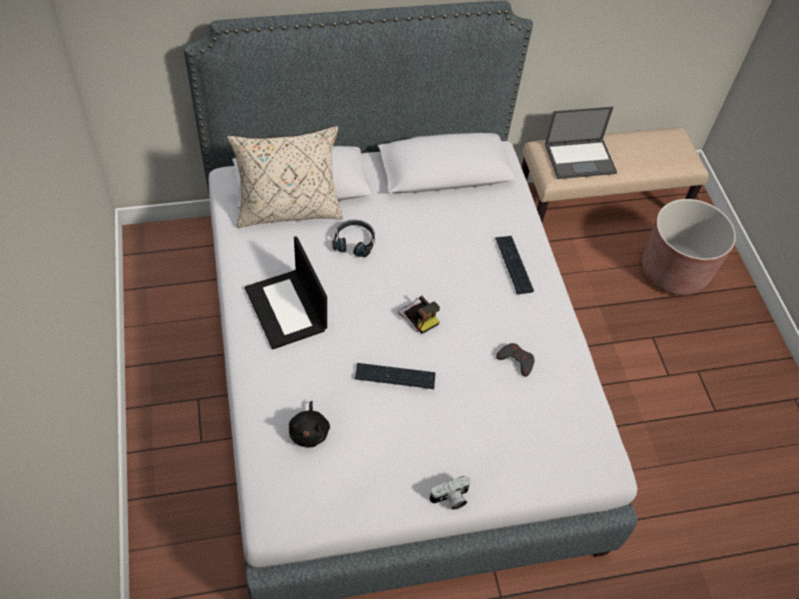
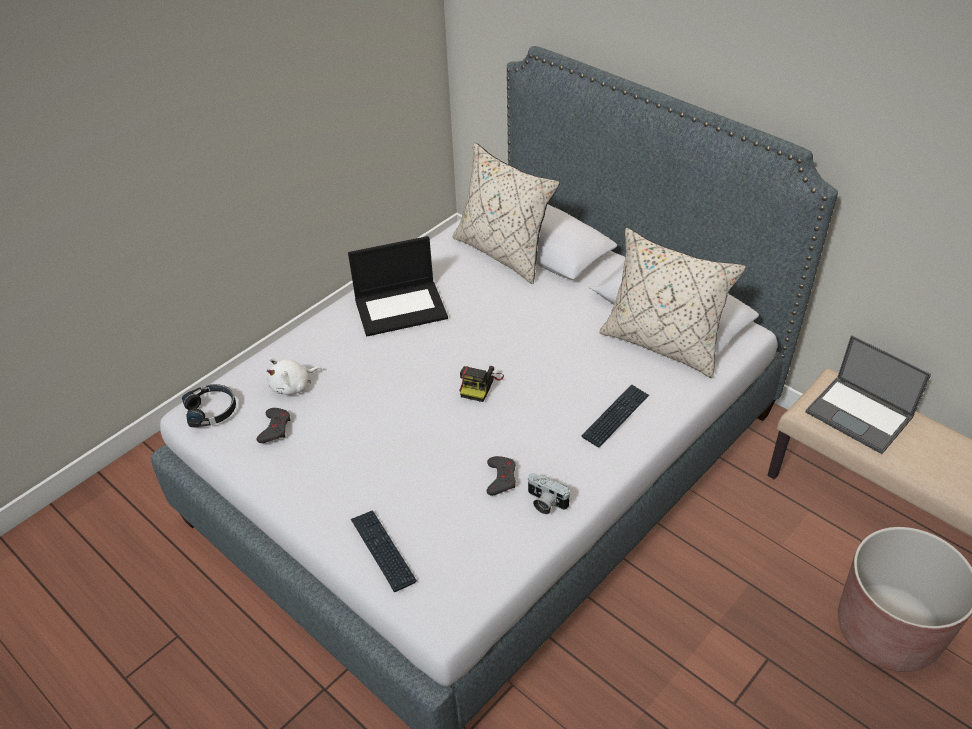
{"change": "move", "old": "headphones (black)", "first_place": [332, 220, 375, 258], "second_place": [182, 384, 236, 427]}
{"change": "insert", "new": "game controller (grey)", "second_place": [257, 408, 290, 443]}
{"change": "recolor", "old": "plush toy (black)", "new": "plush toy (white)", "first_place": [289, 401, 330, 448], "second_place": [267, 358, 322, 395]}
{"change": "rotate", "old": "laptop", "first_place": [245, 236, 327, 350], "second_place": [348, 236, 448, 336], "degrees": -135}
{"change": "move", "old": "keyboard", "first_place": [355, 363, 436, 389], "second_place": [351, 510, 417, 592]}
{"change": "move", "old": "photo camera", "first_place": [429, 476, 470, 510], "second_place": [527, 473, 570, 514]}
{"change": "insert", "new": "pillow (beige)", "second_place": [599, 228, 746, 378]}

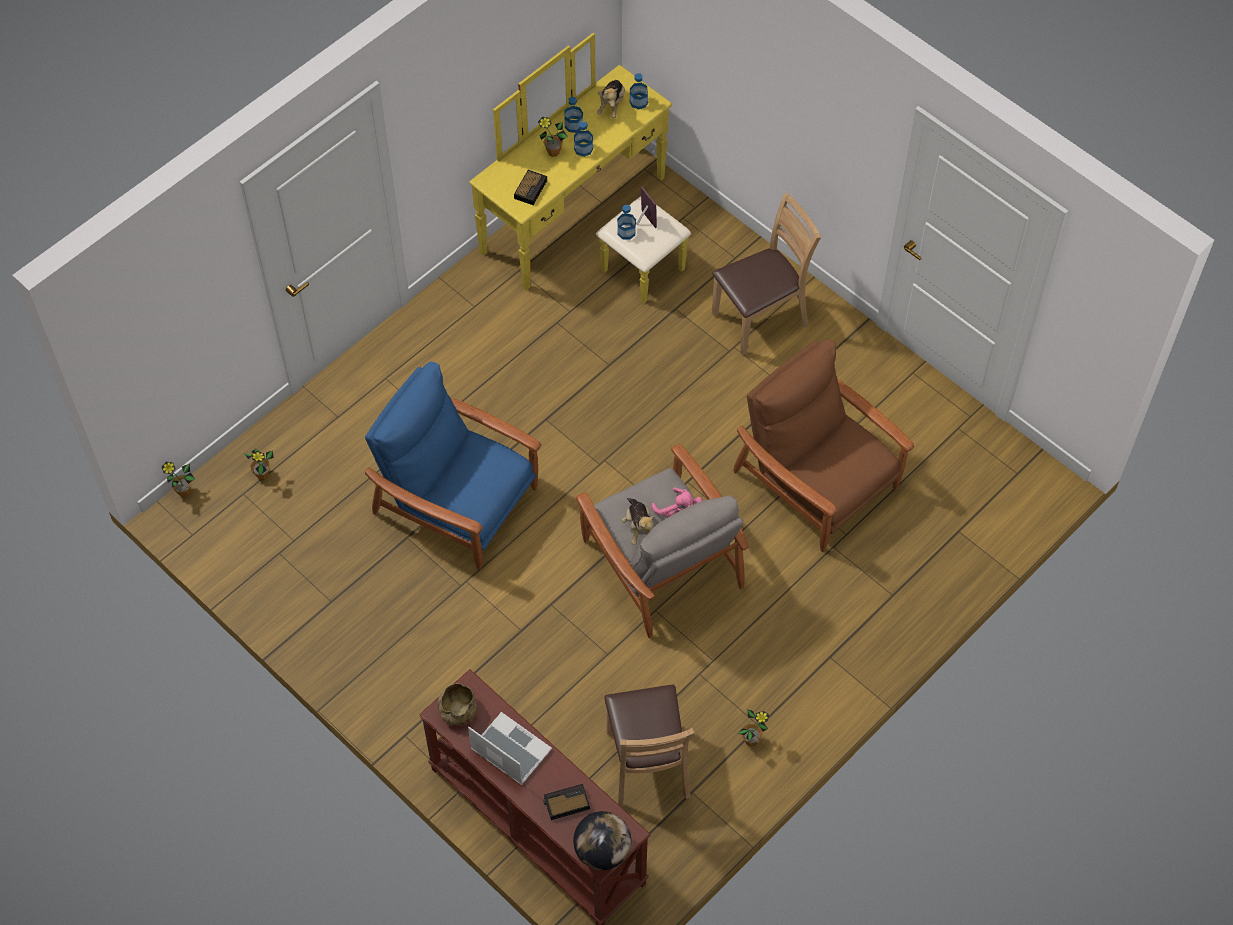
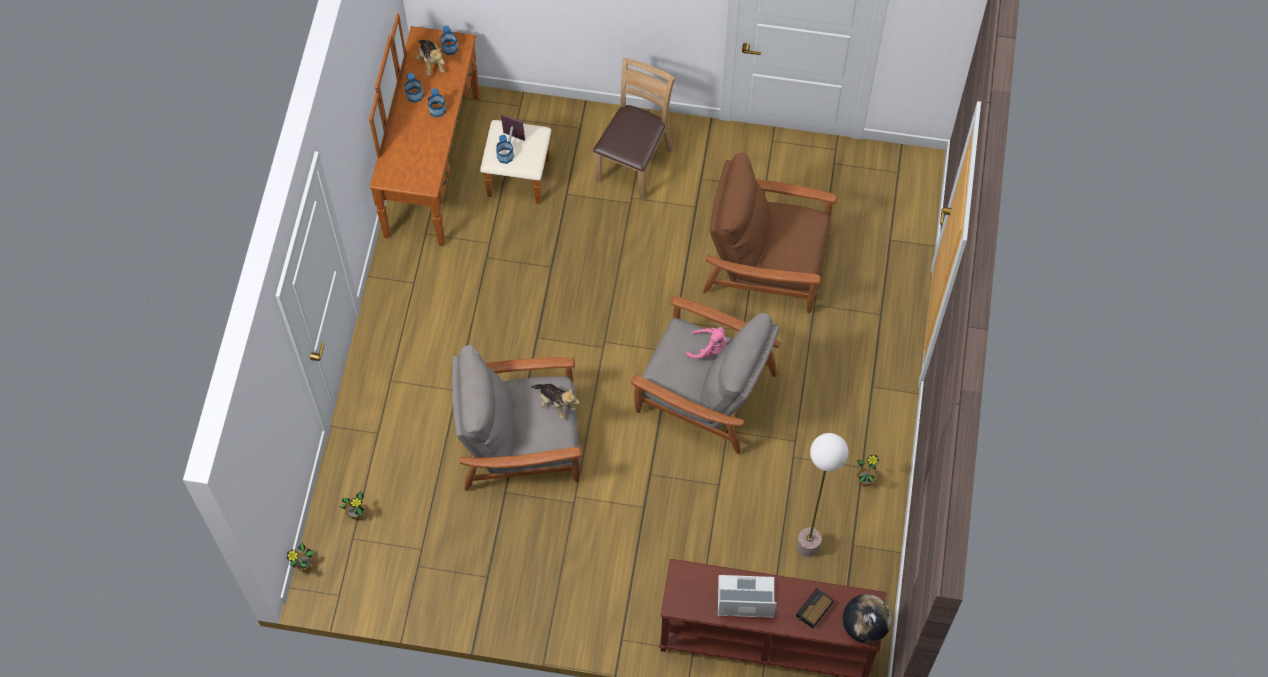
{"change": "recolor", "old": "dresser (yellow)", "new": "dresser (brown)", "first_place": [469, 33, 691, 304], "second_place": [369, 13, 551, 246]}
{"change": "recolor", "old": "armchair (blue)", "new": "armchair (grey)", "first_place": [365, 362, 541, 570], "second_place": [452, 345, 582, 491]}
{"change": "move", "old": "plush toy", "first_place": [621, 498, 654, 545], "second_place": [531, 384, 580, 419]}
{"change": "replace", "old": "chair (brown)", "new": "floor lamp", "first_place": [604, 685, 694, 808], "second_place": [797, 433, 848, 557]}
{"change": "delete", "old": "bowl (beige)", "first_place": [438, 683, 477, 726]}
{"change": "delete", "old": "alarm clock", "first_place": [514, 170, 547, 205]}
{"change": "delete", "old": "potted plant", "first_place": [538, 117, 568, 157]}

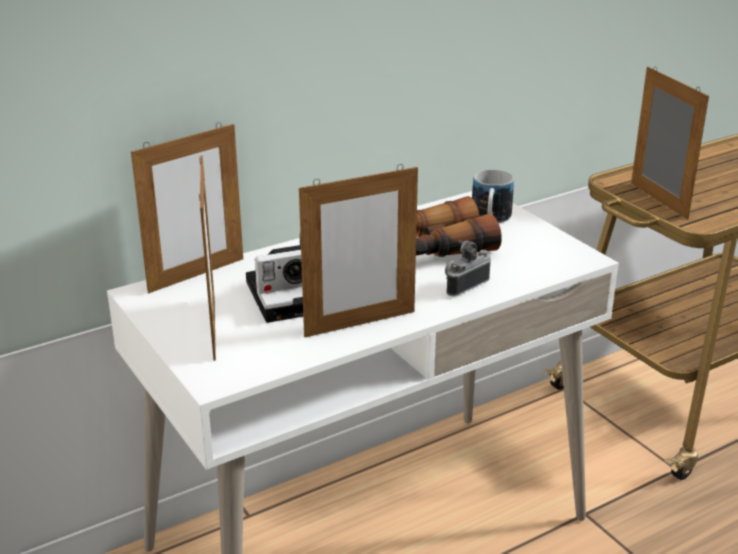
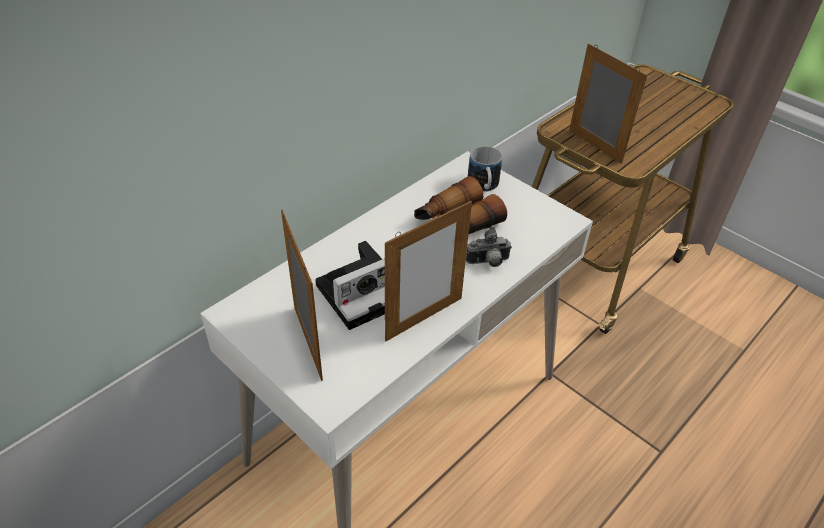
{"change": "rotate", "old": "photo camera", "first_place": [445, 240, 491, 296], "second_place": [466, 227, 512, 267], "degrees": -135}
{"change": "delete", "old": "picture frame", "first_place": [131, 122, 243, 293]}

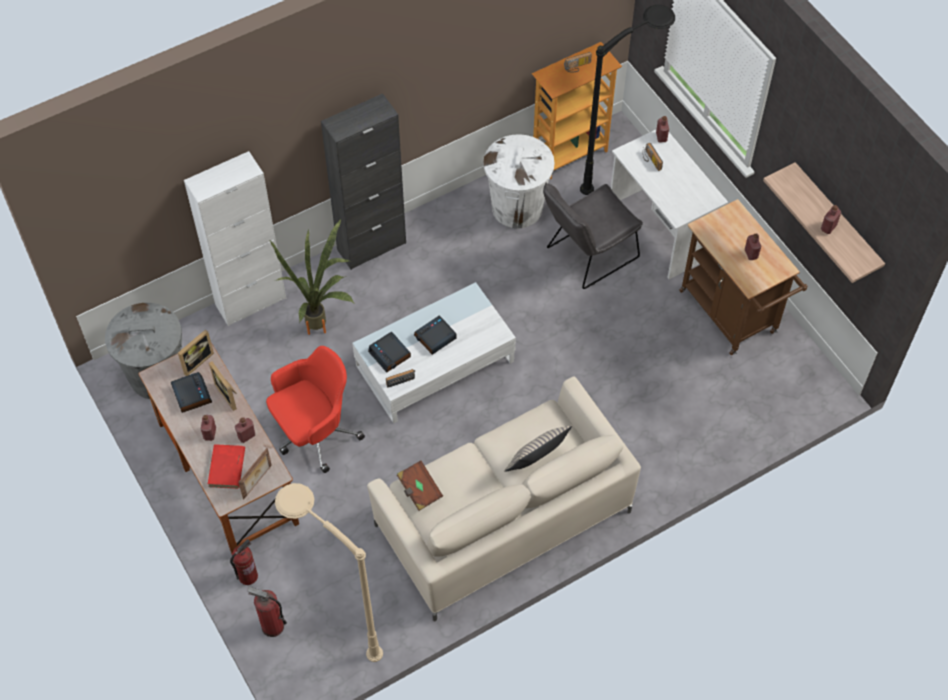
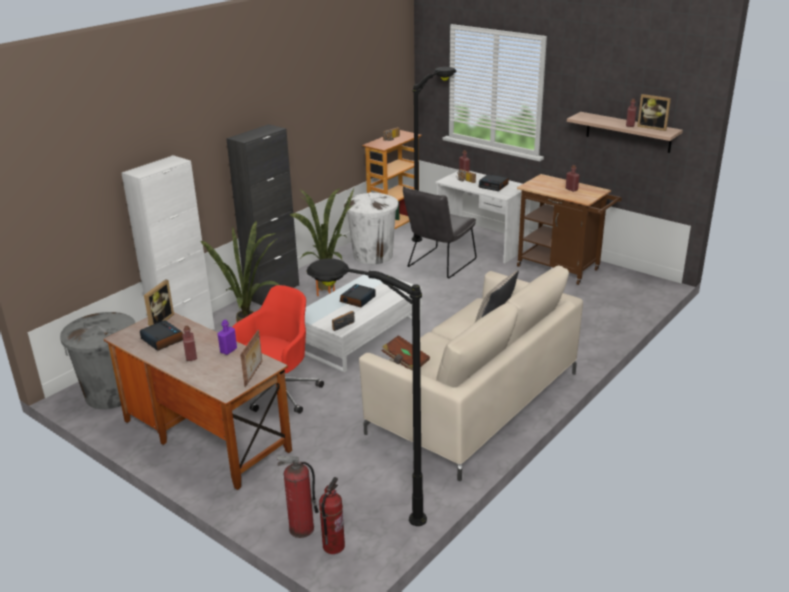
{"change": "recolor", "old": "bottle (red)", "new": "bottle (purple)", "first_place": [235, 417, 255, 443], "second_place": [217, 320, 237, 355]}
{"change": "insert", "new": "potted plant", "second_place": [289, 188, 354, 296]}
{"change": "recolor", "old": "floor lamp (beige)", "new": "floor lamp (black)", "first_place": [275, 483, 383, 662], "second_place": [306, 258, 427, 526]}
{"change": "move", "old": "fire extinguisher", "first_place": [230, 539, 258, 585], "second_place": [319, 477, 345, 554]}
{"change": "move", "old": "alarm clock", "first_place": [368, 332, 411, 373], "second_place": [479, 174, 509, 191]}
{"change": "move", "old": "picture frame", "first_place": [209, 361, 237, 411], "second_place": [637, 94, 671, 131]}
{"change": "delete", "old": "book (red)", "first_place": [208, 444, 245, 489]}

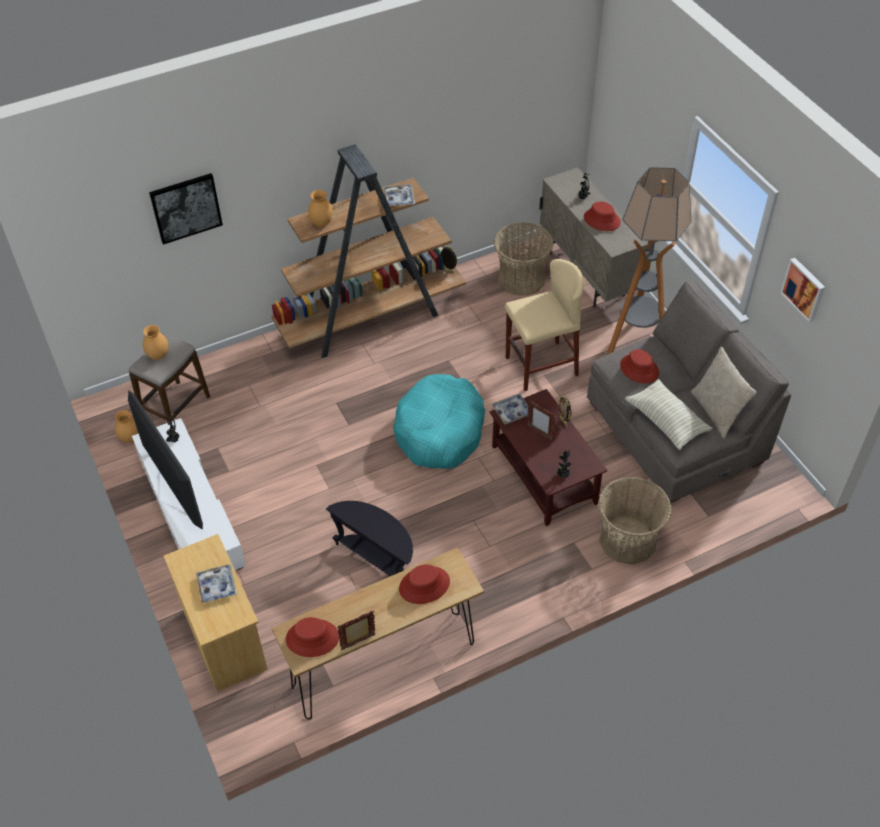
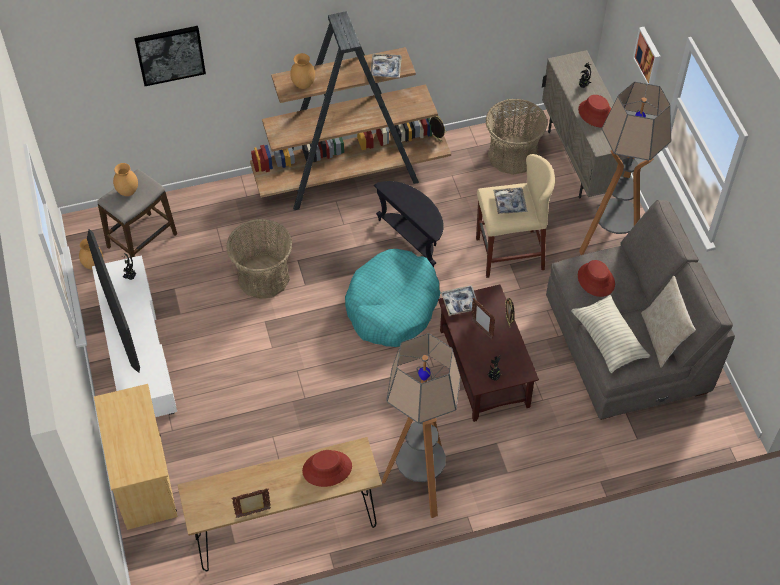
{"change": "move", "old": "basket", "first_place": [598, 477, 672, 564], "second_place": [226, 219, 292, 299]}
{"change": "move", "old": "side table (black)", "first_place": [326, 501, 413, 576], "second_place": [374, 181, 444, 267]}
{"change": "insert", "new": "floor lamp", "second_place": [382, 333, 461, 518]}
{"change": "move", "old": "tray", "first_place": [196, 564, 237, 603], "second_place": [493, 187, 527, 214]}
{"change": "move", "old": "picture", "first_place": [780, 258, 825, 323], "second_place": [633, 27, 660, 85]}
{"change": "delete", "old": "hat (red)", "first_place": [286, 617, 339, 657]}

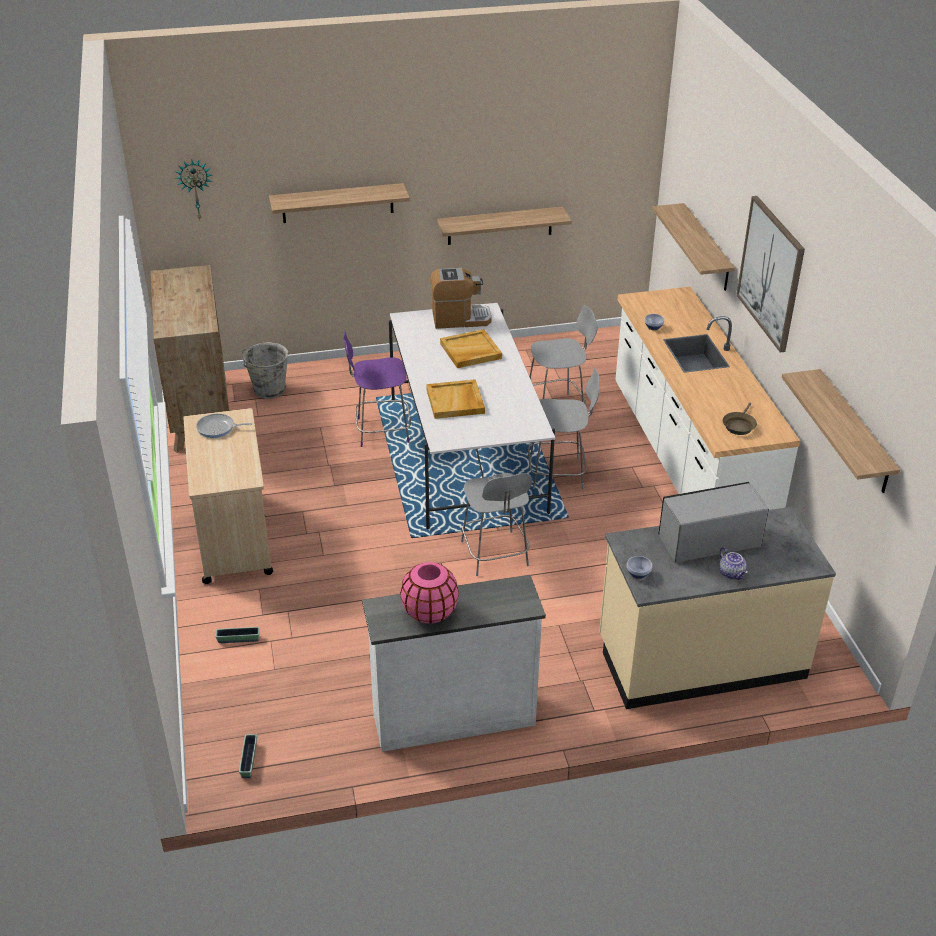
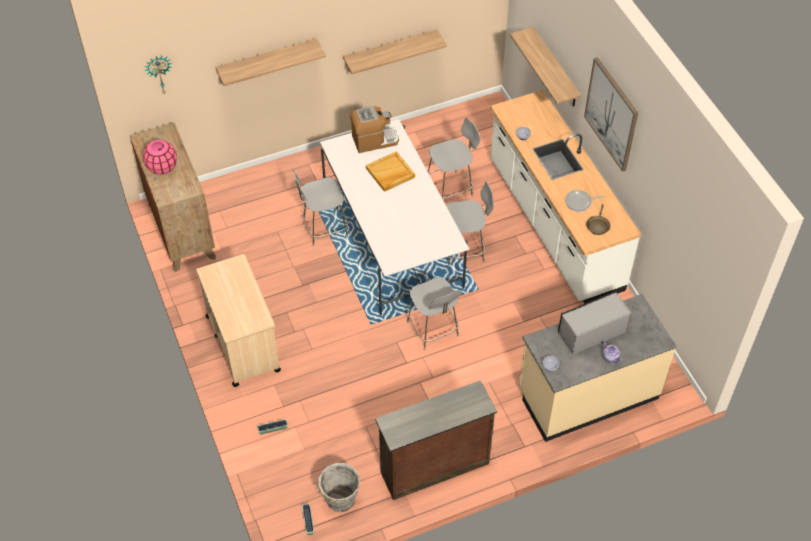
{"change": "move", "old": "vase (pink)", "first_place": [400, 562, 459, 623], "second_place": [143, 140, 177, 175]}
{"change": "recolor", "old": "chair (purple)", "new": "chair (grey)", "first_place": [344, 330, 411, 447], "second_place": [293, 169, 348, 246]}
{"change": "move", "old": "bucket (grey)", "first_place": [241, 342, 288, 399], "second_place": [316, 463, 360, 512]}
{"change": "recolor", "old": "dresser (white)", "new": "dresser (brown)", "first_place": [362, 575, 546, 752], "second_place": [375, 380, 497, 500]}
{"change": "move", "old": "frying pan", "first_place": [196, 413, 252, 438], "second_place": [565, 190, 605, 212]}
{"change": "delete", "old": "tray (beige)", "first_place": [426, 379, 485, 419]}
{"change": "delete", "old": "shelf", "first_place": [782, 369, 900, 493]}

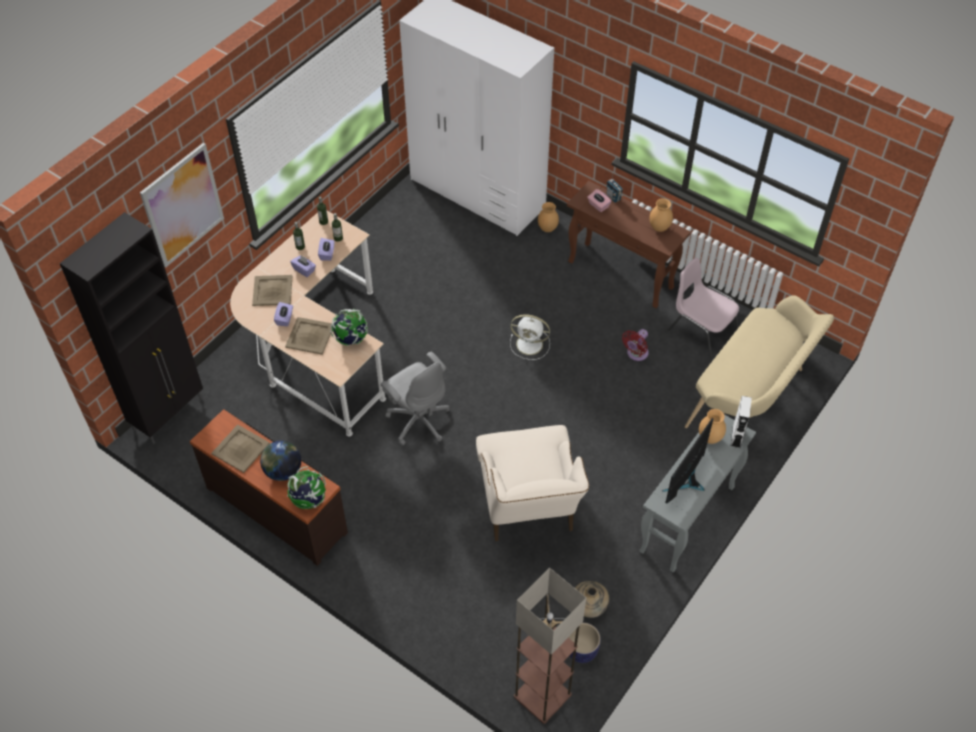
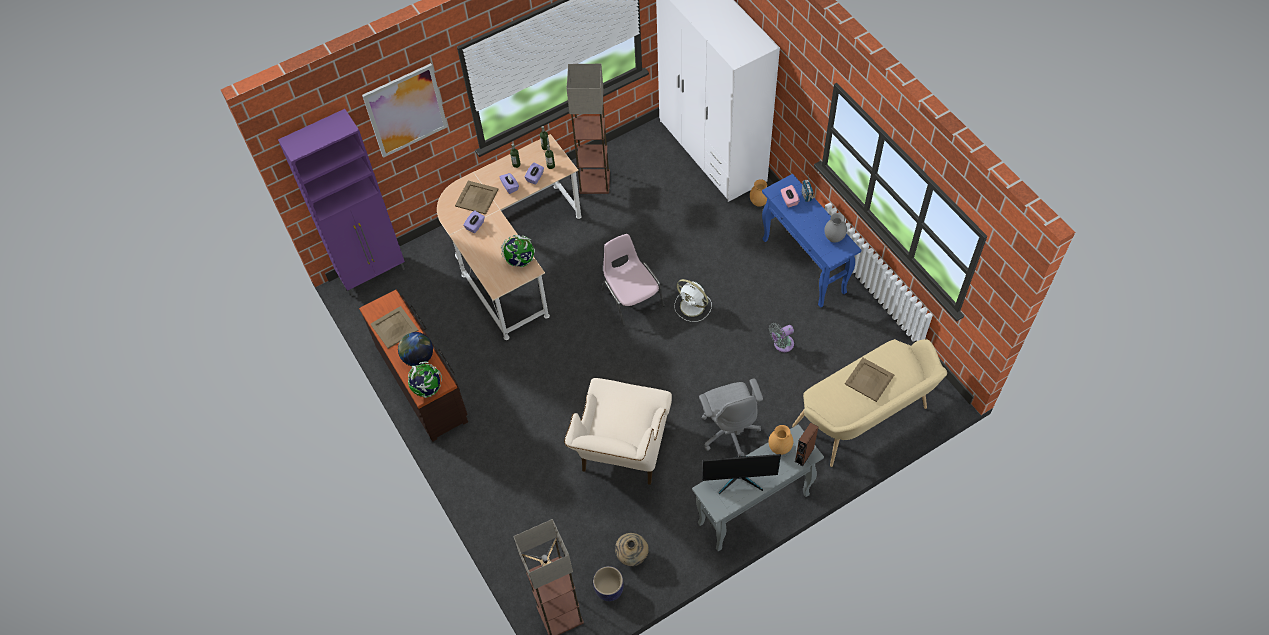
{"change": "recolor", "old": "cabinet (black)", "new": "cabinet (purple)", "first_place": [60, 212, 203, 444], "second_place": [278, 109, 405, 296]}
{"change": "insert", "new": "floor lamp", "second_place": [567, 64, 610, 194]}
{"change": "move", "old": "chair (pink)", "first_place": [668, 258, 739, 358], "second_place": [601, 234, 665, 326]}
{"change": "move", "old": "office chair (grey)", "first_place": [381, 352, 450, 446], "second_place": [699, 379, 763, 456]}
{"change": "rotate", "old": "monitor", "first_place": [661, 418, 713, 503], "second_place": [703, 454, 781, 494], "degrees": -150}
{"change": "recolor", "old": "console table (brown)", "new": "console table (blue)", "first_place": [567, 181, 691, 308], "second_place": [762, 174, 861, 308]}
{"change": "recolor", "old": "fan (red)", "new": "fan (grey)", "first_place": [622, 329, 649, 361], "second_place": [769, 323, 794, 352]}
{"change": "recolor", "old": "speaker (white)", "new": "speaker (brown)", "first_place": [731, 396, 752, 448], "second_place": [795, 422, 818, 466]}
{"change": "recolor", "old": "vase (brown)", "new": "vase (grey)", "first_place": [649, 198, 673, 232], "second_place": [824, 213, 847, 243]}
{"change": "move", "old": "tray (beige)", "first_place": [285, 317, 332, 355], "second_place": [845, 358, 894, 402]}

